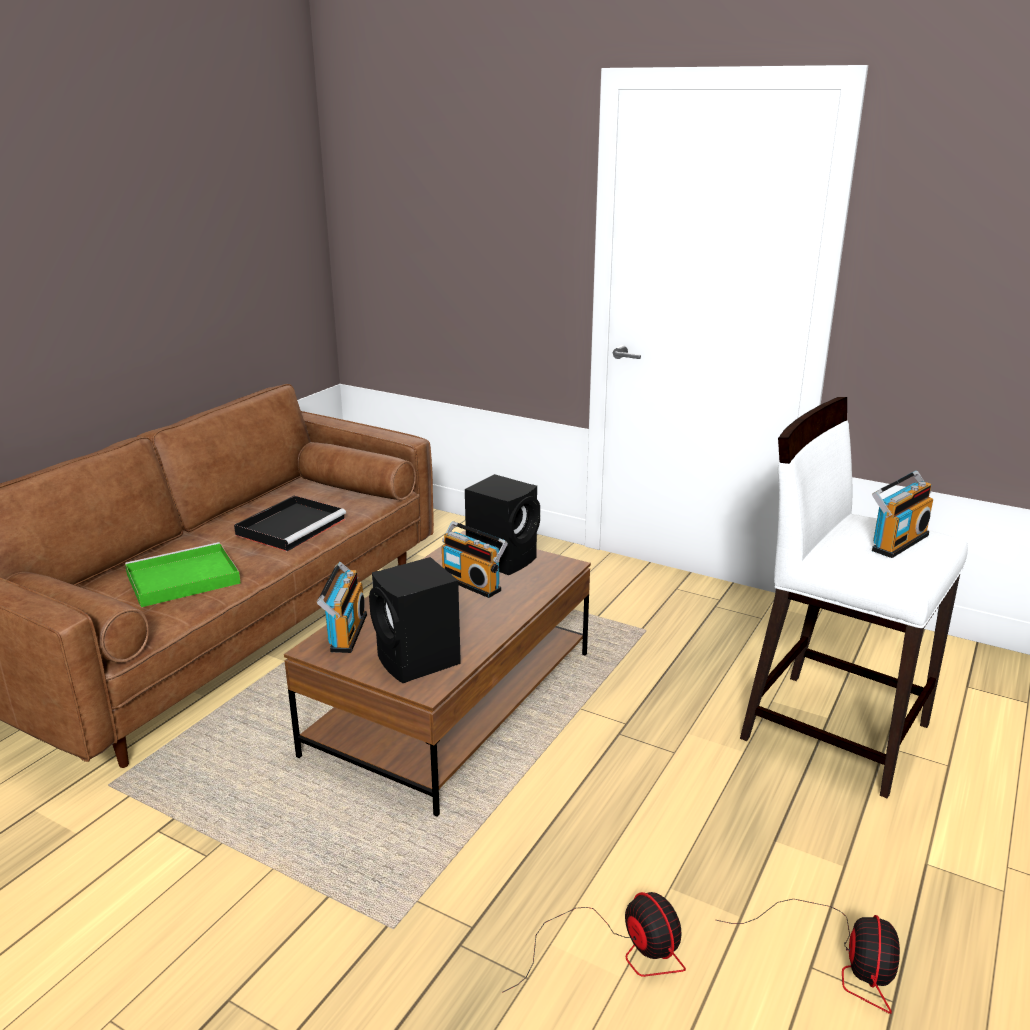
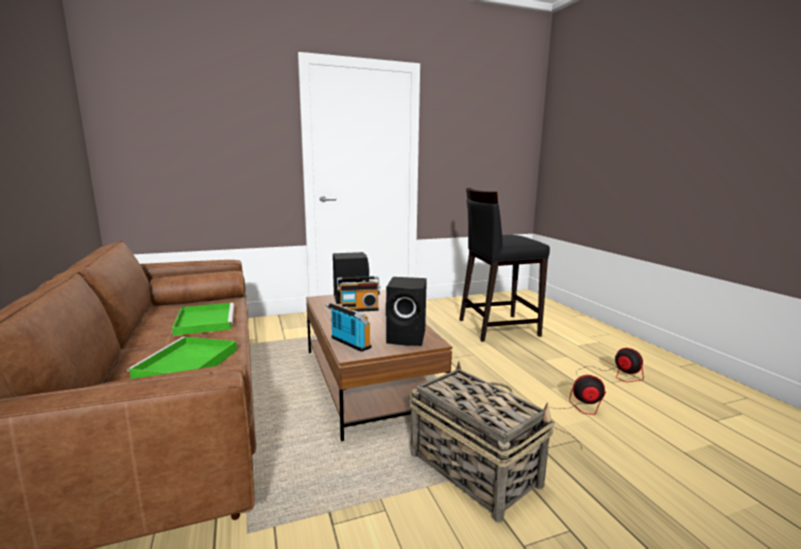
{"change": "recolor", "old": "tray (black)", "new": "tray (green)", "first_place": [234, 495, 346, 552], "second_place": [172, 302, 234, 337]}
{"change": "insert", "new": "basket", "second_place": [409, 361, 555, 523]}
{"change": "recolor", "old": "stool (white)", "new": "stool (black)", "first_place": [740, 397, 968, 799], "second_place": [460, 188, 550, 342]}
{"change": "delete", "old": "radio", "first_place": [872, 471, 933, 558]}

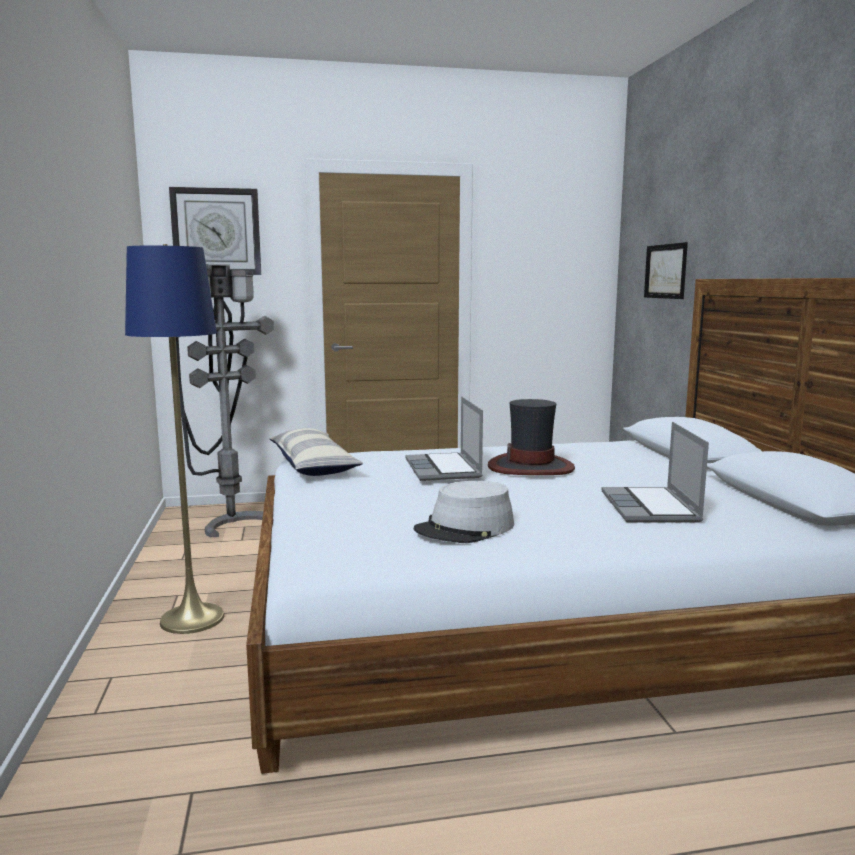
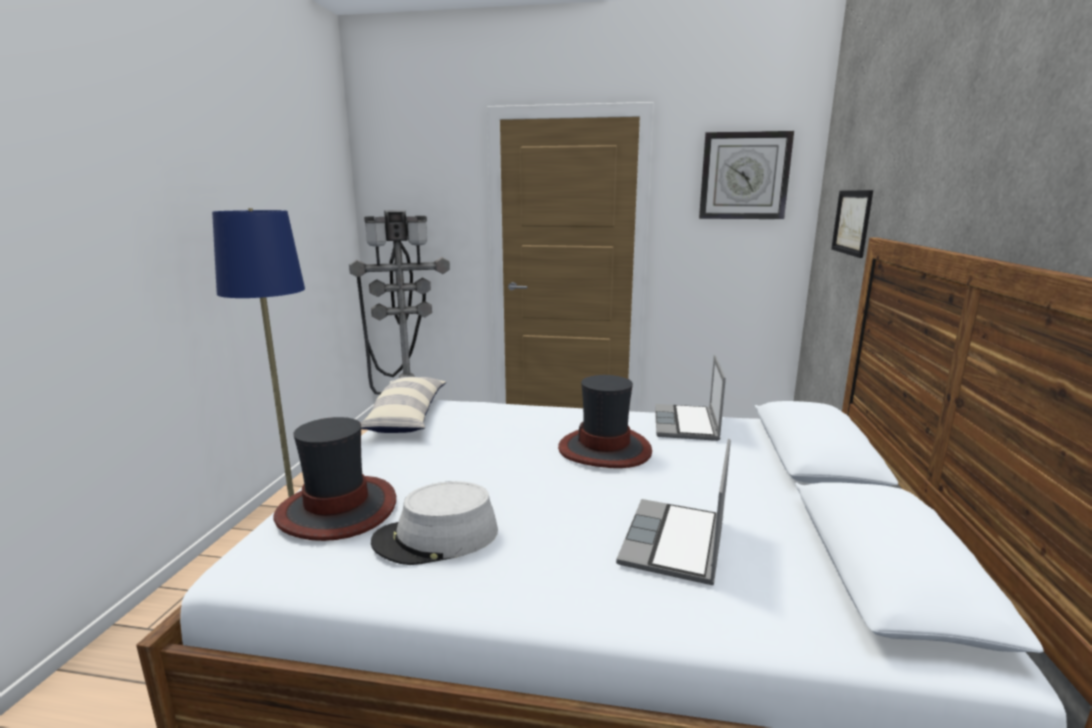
{"change": "insert", "new": "hat", "second_place": [273, 417, 396, 541]}
{"change": "move", "old": "laptop", "first_place": [405, 396, 483, 481], "second_place": [655, 355, 726, 441]}
{"change": "move", "old": "wall clock", "first_place": [169, 187, 261, 275], "second_place": [699, 131, 794, 219]}

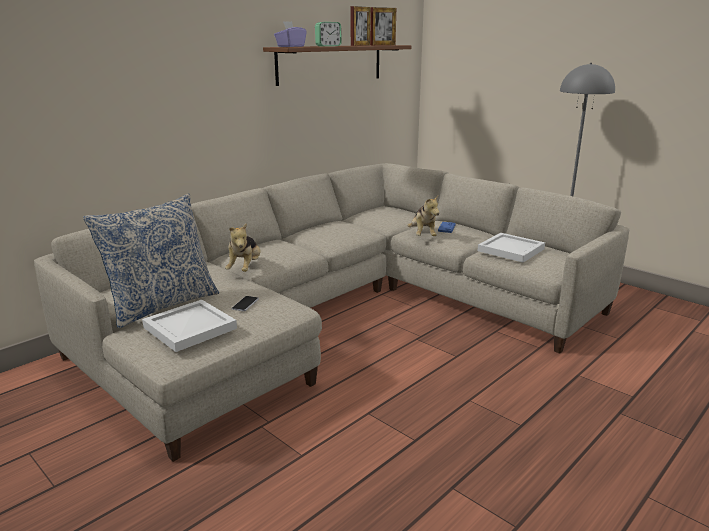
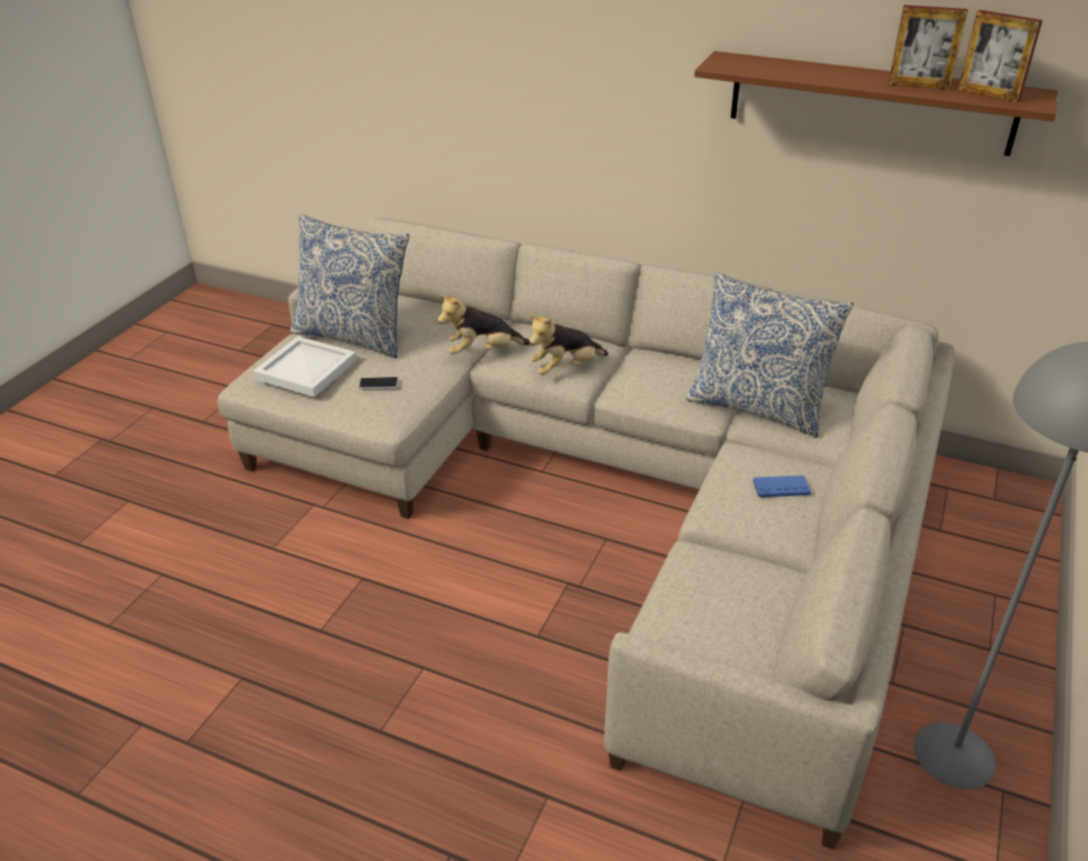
{"change": "move", "old": "plush toy", "first_place": [407, 196, 439, 236], "second_place": [529, 315, 608, 375]}
{"change": "insert", "new": "pillow", "second_place": [686, 272, 854, 438]}
{"change": "delete", "old": "tissue box (purple)", "first_place": [274, 21, 307, 47]}
{"change": "delete", "old": "alarm clock", "first_place": [315, 22, 342, 47]}
{"change": "delete", "old": "tray (white)", "first_place": [478, 233, 545, 263]}

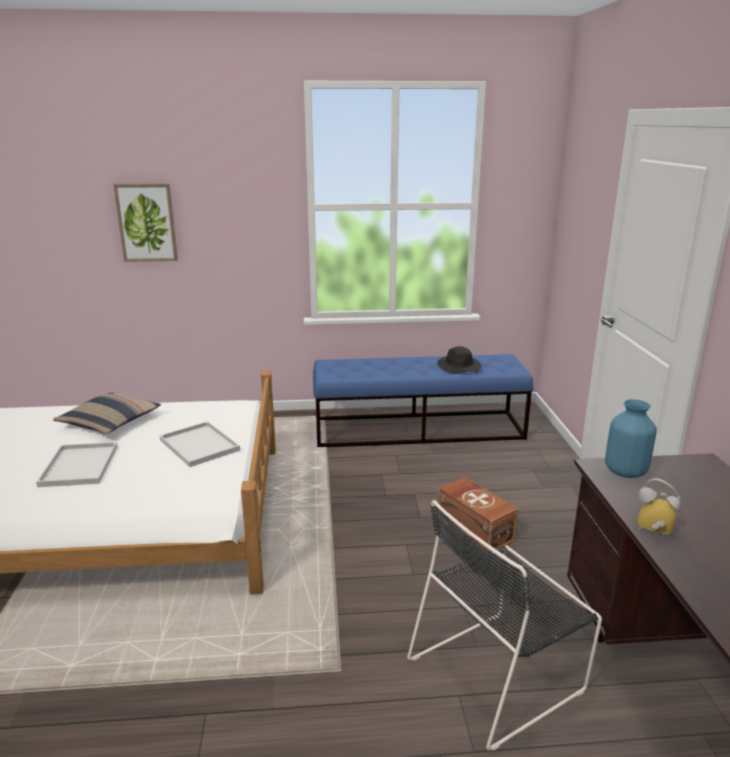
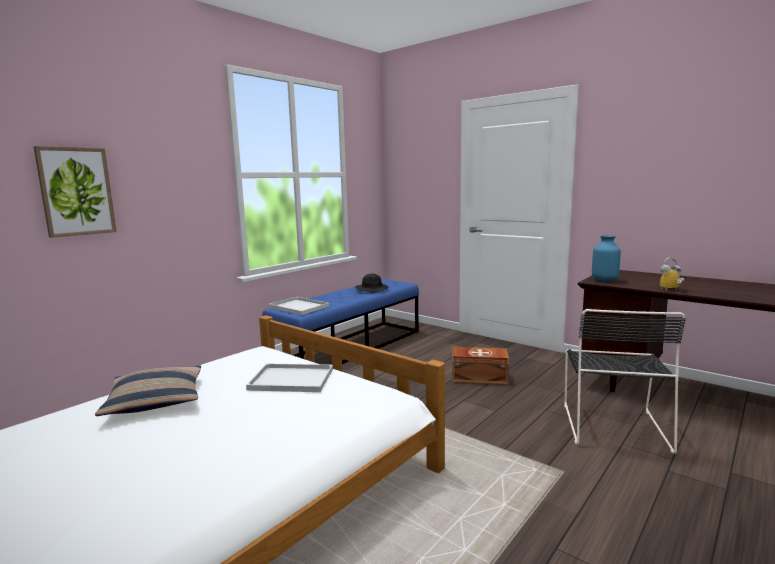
{"change": "move", "old": "tray (white)", "first_place": [36, 442, 118, 487], "second_place": [269, 297, 329, 315]}

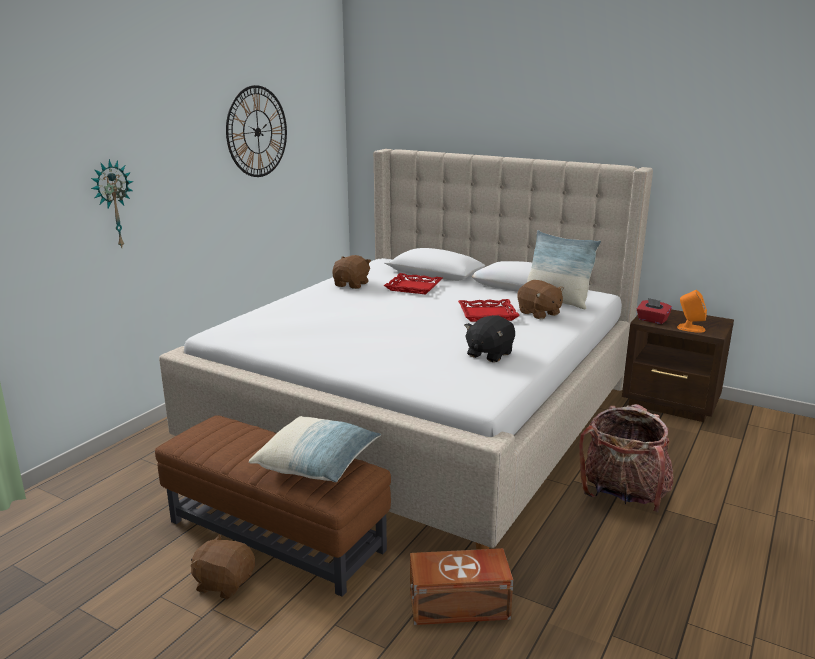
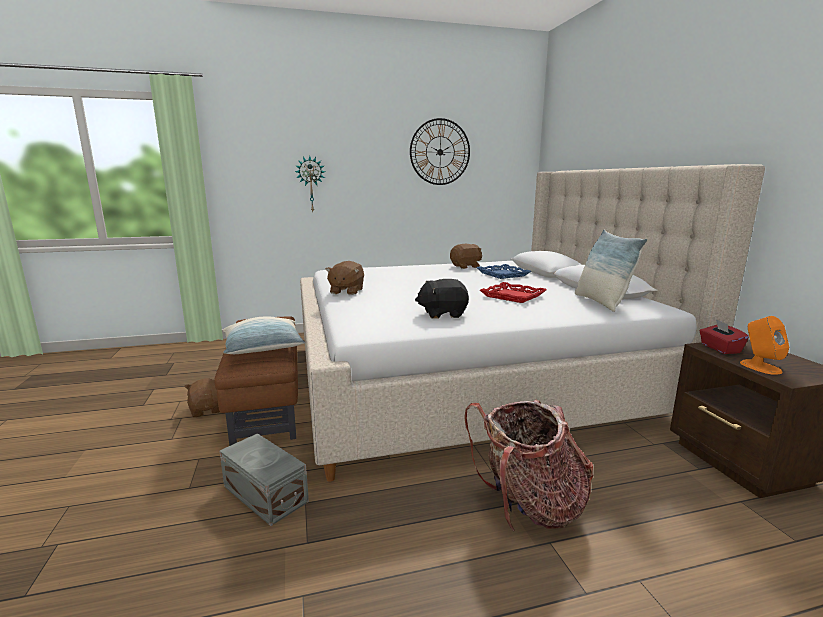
{"change": "recolor", "old": "storage box (brown)", "new": "storage box (grey)", "first_place": [410, 548, 513, 625], "second_place": [220, 433, 309, 526]}
{"change": "move", "old": "plush toy (brown)", "first_place": [517, 280, 564, 319], "second_place": [325, 261, 364, 295]}
{"change": "recolor", "old": "tray (red)", "new": "tray (blue)", "first_place": [384, 273, 443, 294], "second_place": [476, 264, 531, 279]}

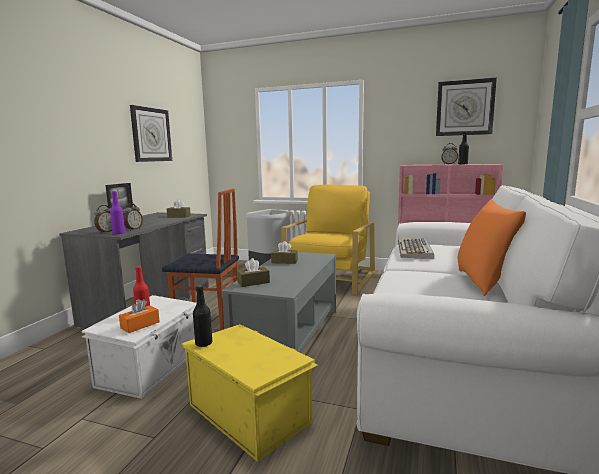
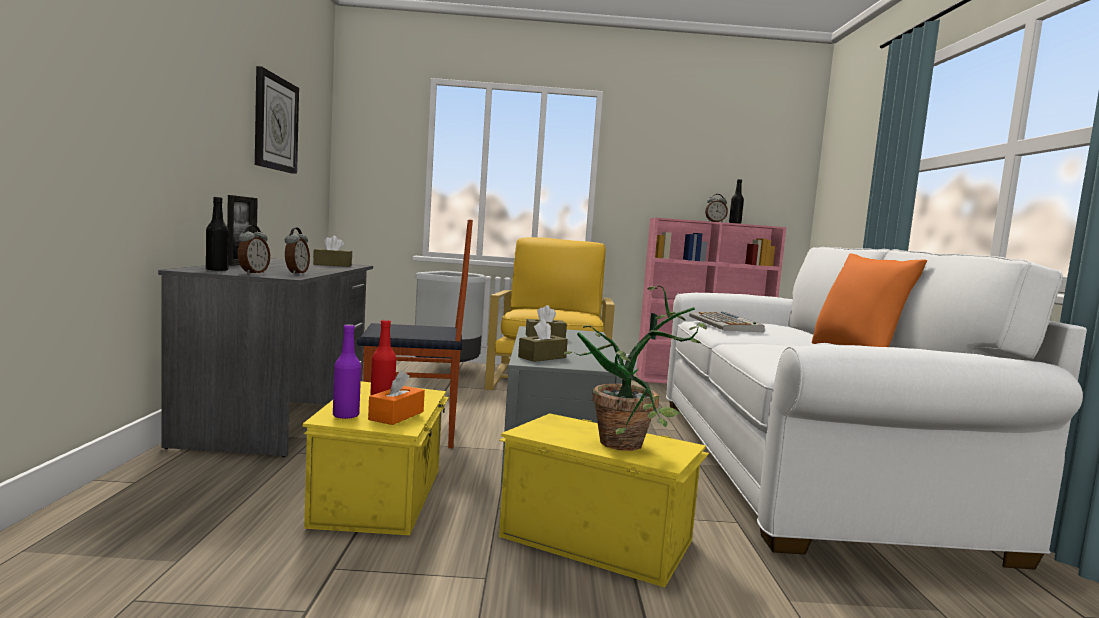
{"change": "move", "old": "bottle (black)", "first_place": [193, 285, 212, 347], "second_place": [206, 197, 229, 271]}
{"change": "recolor", "old": "storage box (white)", "new": "storage box (yellow)", "first_place": [81, 295, 197, 399], "second_place": [303, 381, 449, 535]}
{"change": "move", "old": "bottle (purple)", "first_place": [110, 191, 125, 234], "second_place": [333, 324, 361, 419]}
{"change": "insert", "new": "potted plant", "second_place": [564, 286, 707, 451]}
{"change": "delete", "old": "wall clock", "first_place": [436, 78, 497, 136]}

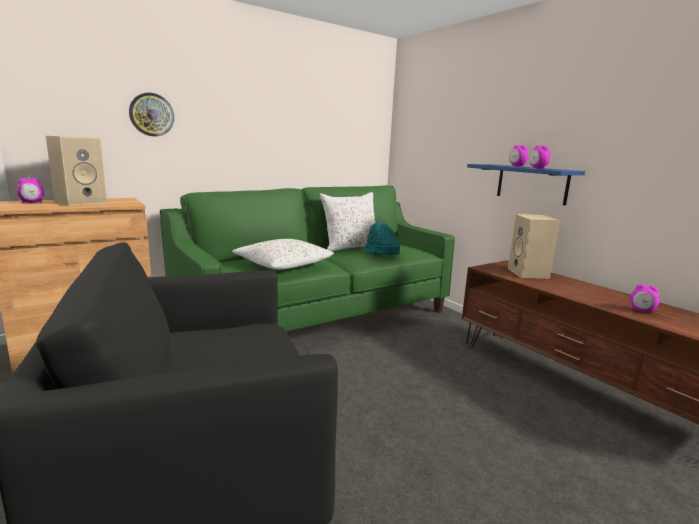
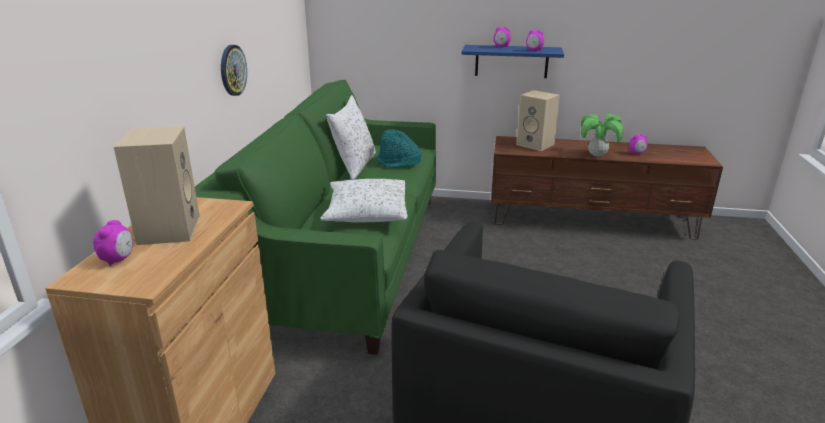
{"change": "move", "old": "wall clock", "first_place": [129, 93, 174, 137], "second_place": [221, 45, 247, 96]}
{"change": "insert", "new": "potted plant", "second_place": [581, 114, 623, 157]}

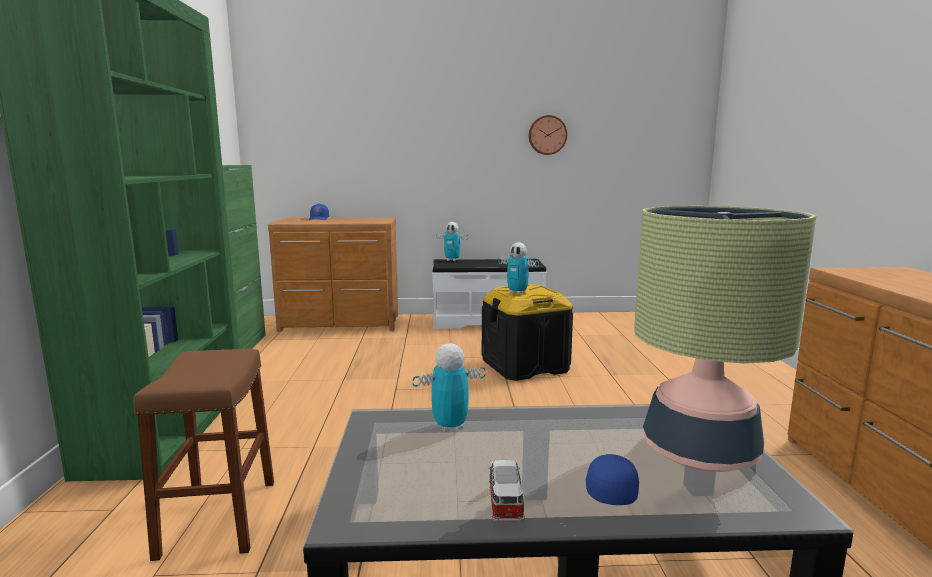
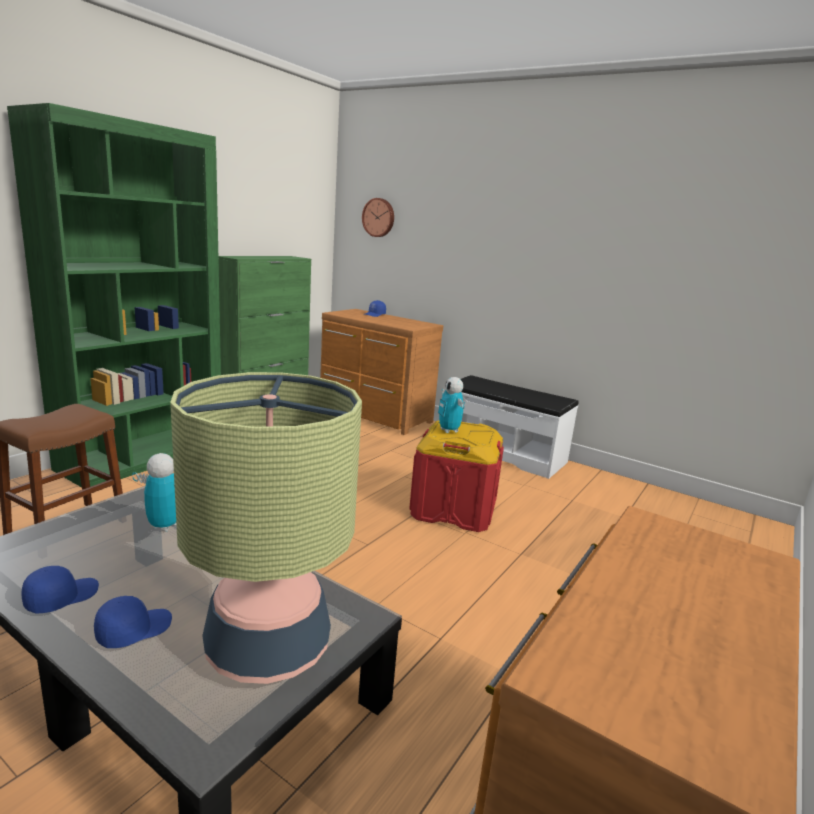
{"change": "replace", "old": "toy car", "new": "cap (blue)", "first_place": [489, 460, 525, 523], "second_place": [21, 566, 99, 613]}
{"change": "move", "old": "wall clock", "first_place": [529, 115, 567, 155], "second_place": [362, 198, 394, 237]}
{"change": "recolor", "old": "storage box (black)", "new": "storage box (red)", "first_place": [482, 284, 573, 381], "second_place": [409, 420, 504, 532]}
{"change": "delete", "old": "toy robot", "first_place": [436, 222, 468, 261]}

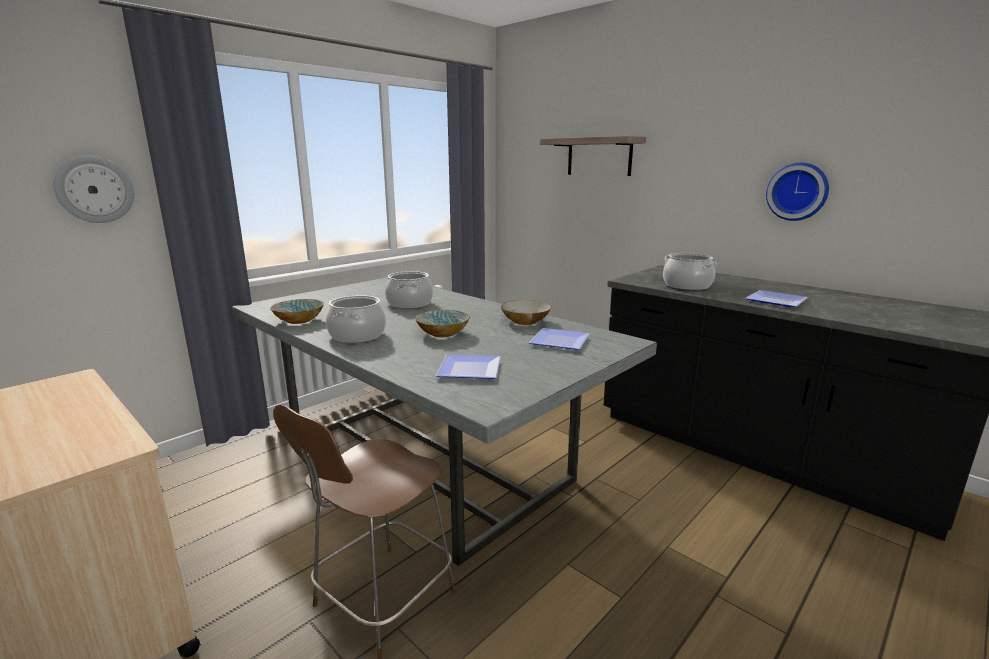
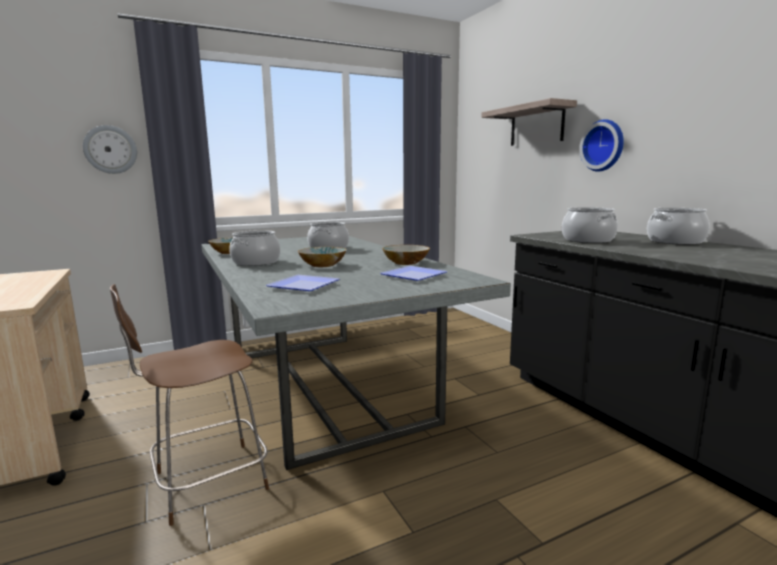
{"change": "move", "old": "wall clock", "first_place": [766, 163, 829, 221], "second_place": [579, 119, 624, 172]}
{"change": "insert", "new": "cooking pot", "second_place": [647, 208, 710, 245]}
{"change": "delete", "old": "plate", "first_place": [745, 290, 808, 307]}

